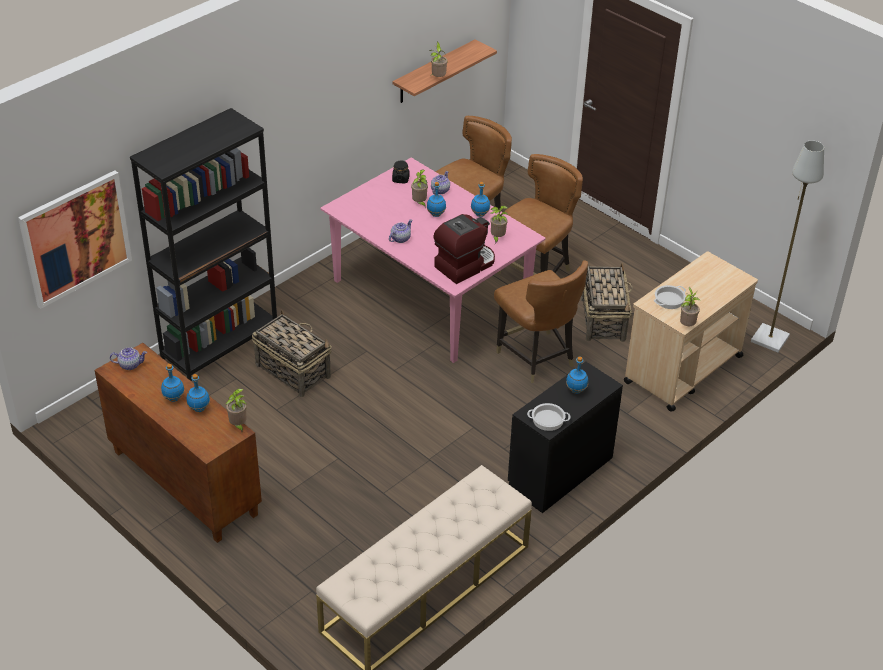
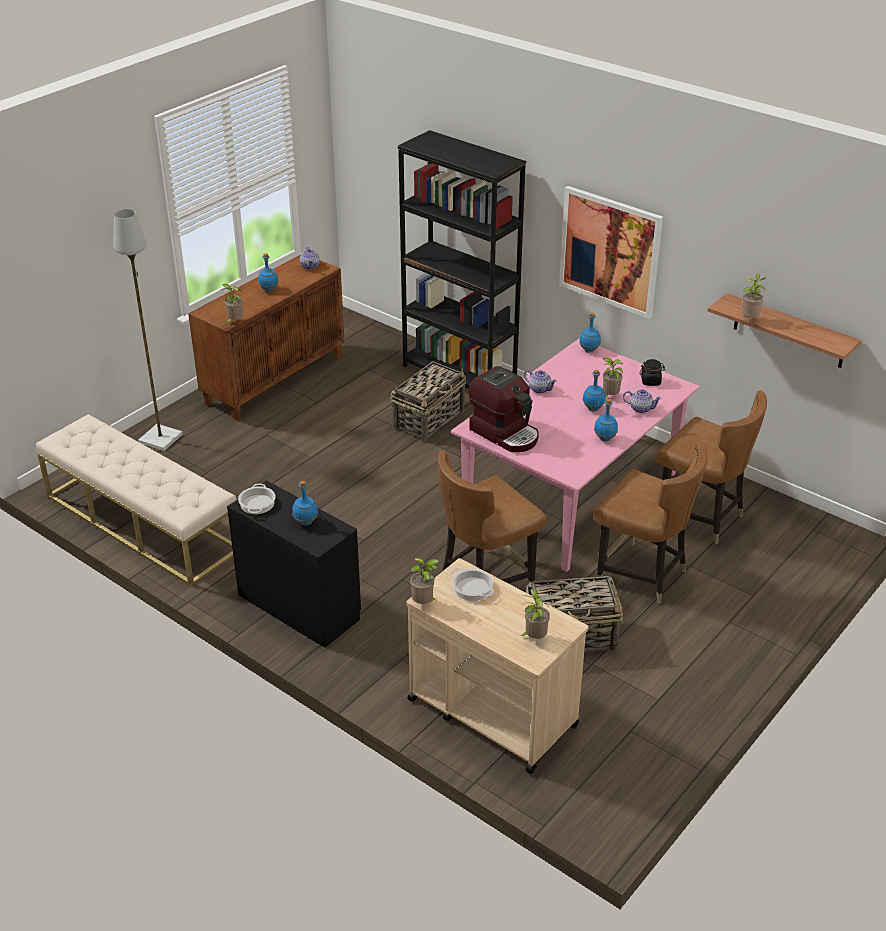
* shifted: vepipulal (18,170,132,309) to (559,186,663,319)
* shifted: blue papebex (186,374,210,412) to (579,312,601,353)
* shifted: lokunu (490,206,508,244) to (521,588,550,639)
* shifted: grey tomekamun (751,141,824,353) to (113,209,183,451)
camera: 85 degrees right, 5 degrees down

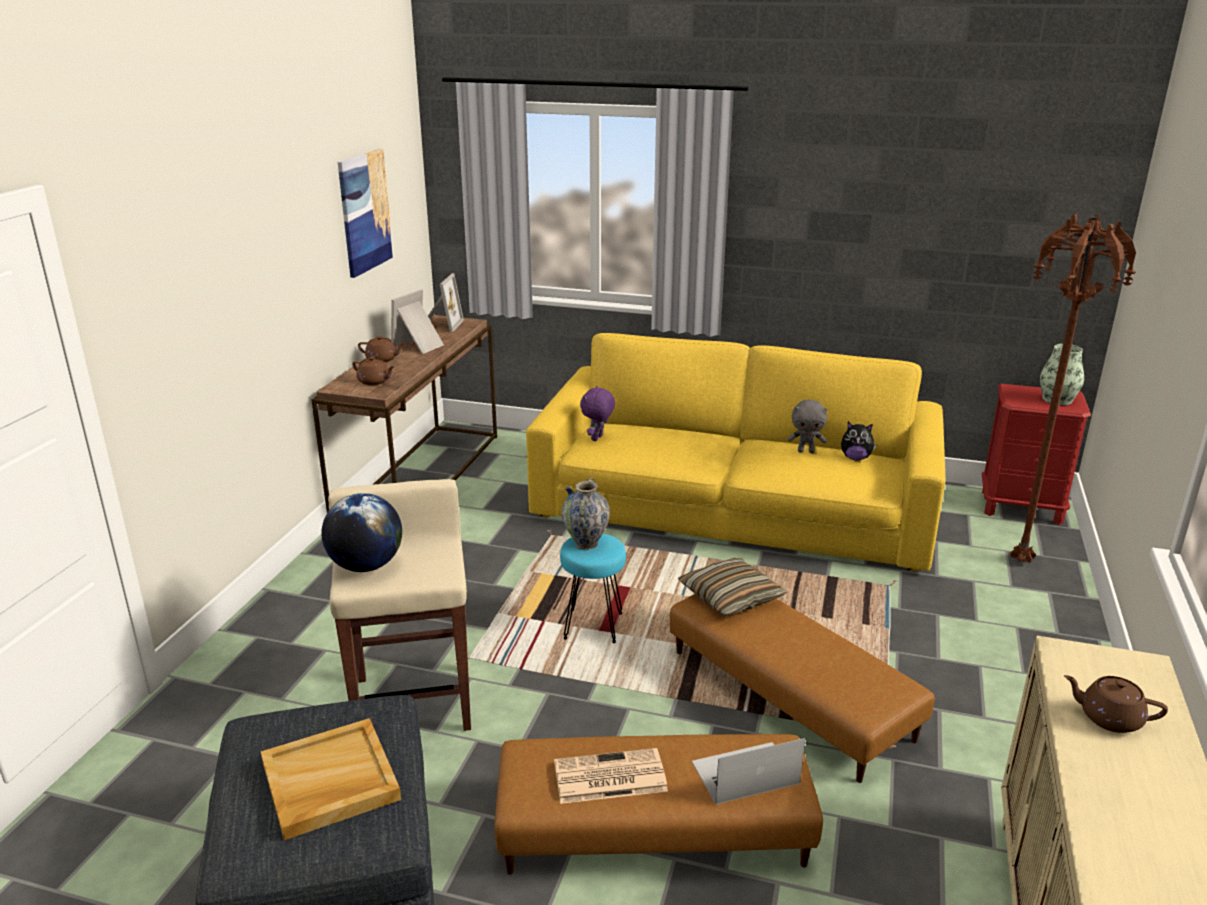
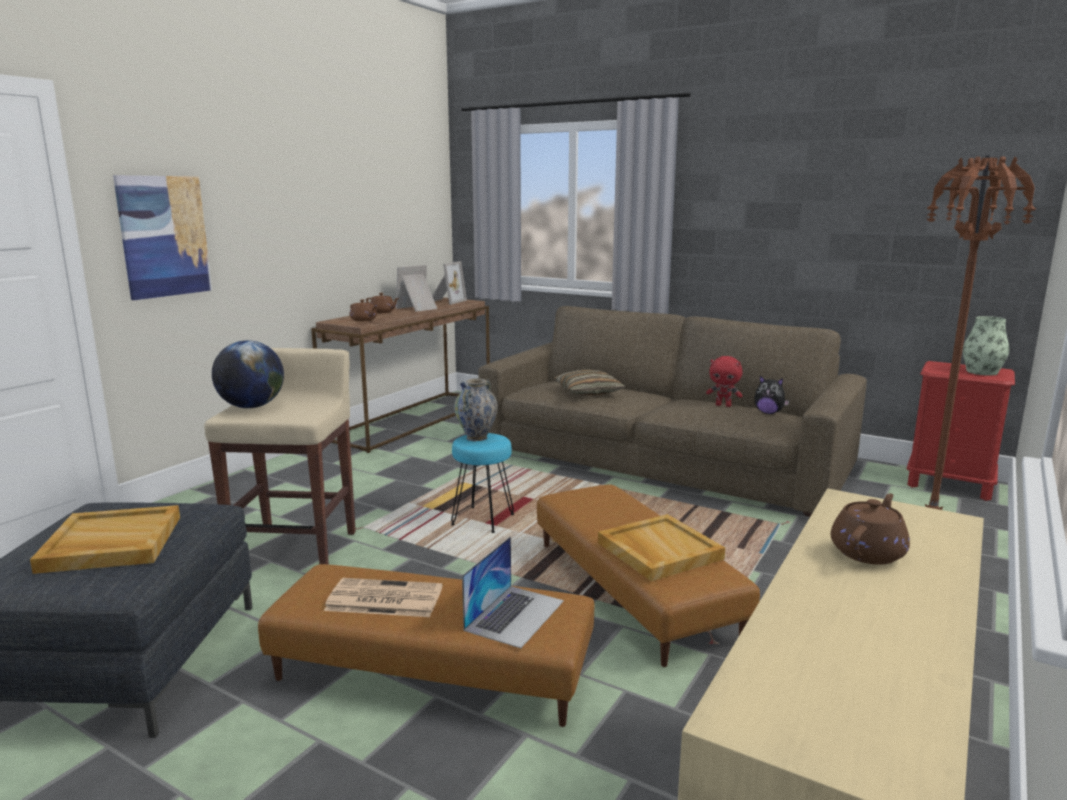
* shifted: vepipulal (338,149,394,278) to (113,175,212,300)
* repainted: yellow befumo (526,333,945,572) to brown befumo (478,306,867,517)
* gone: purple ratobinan (580,386,615,441)
* shifted: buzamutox (678,558,788,617) to (554,370,626,396)
* rotated: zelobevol (692,738,805,804) = (462,536,564,648) 120 degrees clockwise
* repainted: grey ratobinan (788,399,827,453) to red ratobinan (706,356,743,407)
* rotated: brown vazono (1064,675,1168,733) = (831,493,910,565) 90 degrees clockwise
* new: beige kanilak (598,514,725,581)
camera: 15 degrees right, 10 degrees down

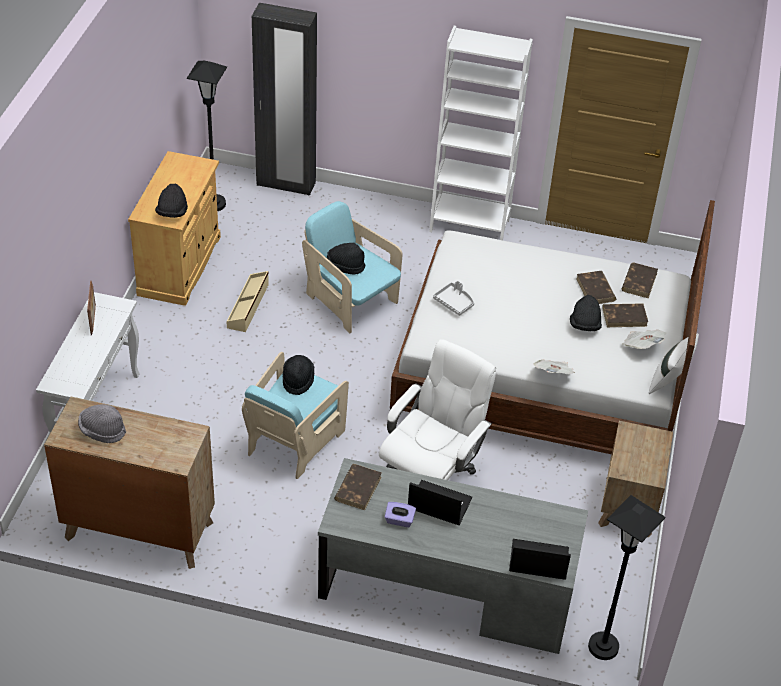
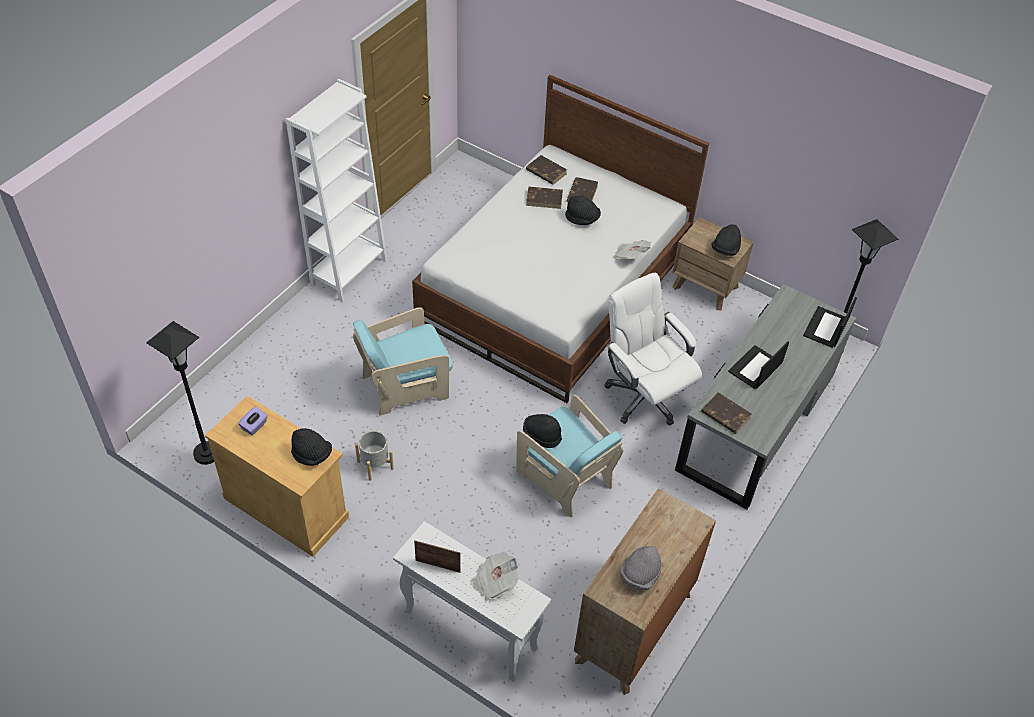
* swapped: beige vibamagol (226,271,269,332) to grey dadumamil (355,431,394,481)
* gone: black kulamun (252,3,317,196)
* shifted: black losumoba (327,243,365,274) to (712,224,741,256)
* shifted: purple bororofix (385,502,416,527) to (238,406,268,435)
* gone: grey kanilak (433,281,474,316)
* shifted: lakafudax (622,330,666,349) to (470,552,520,601)
* gone: white buzamutox (648,333,699,394)
camera: 70 degrees left, 5 degrees up

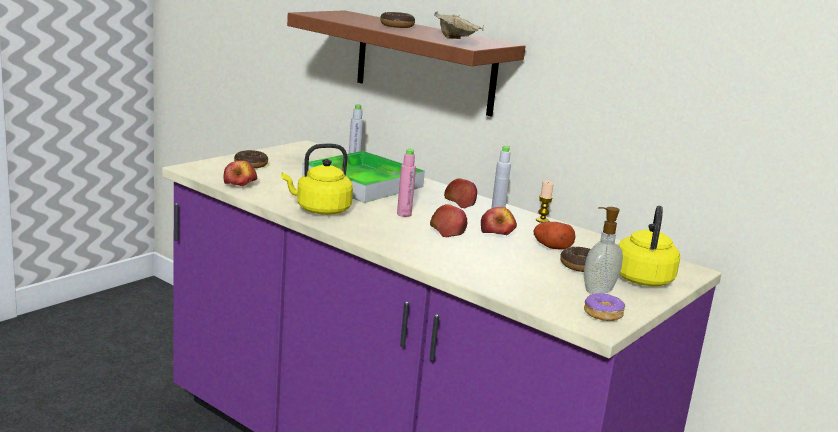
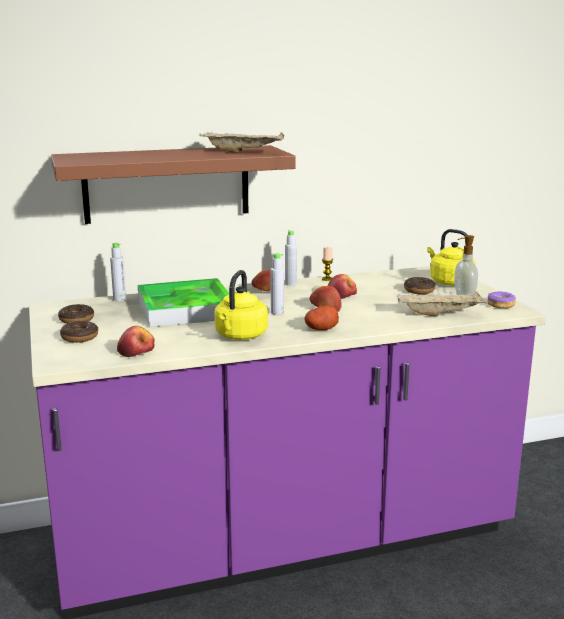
* shifted: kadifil (380,12,415,28) to (58,304,94,324)
* repainted: pink papebex (397,149,416,217) to grey papebex (271,253,284,315)
* shifted: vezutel (533,222,576,250) to (304,305,339,330)
* new: beige kanilak (397,291,488,316)
camera: 55 degrees left, 0 degrees up

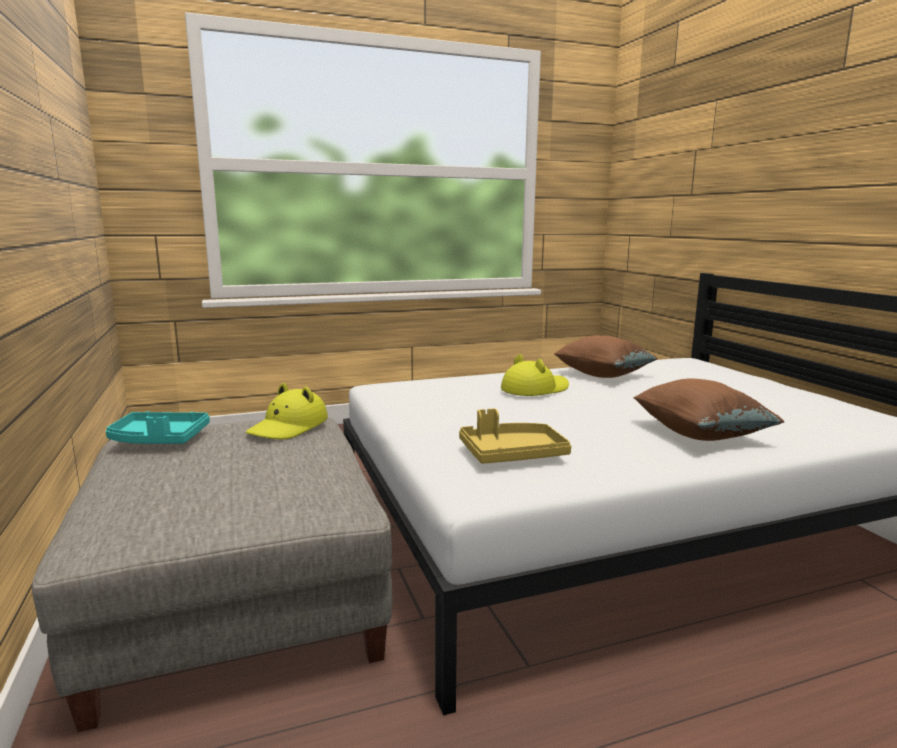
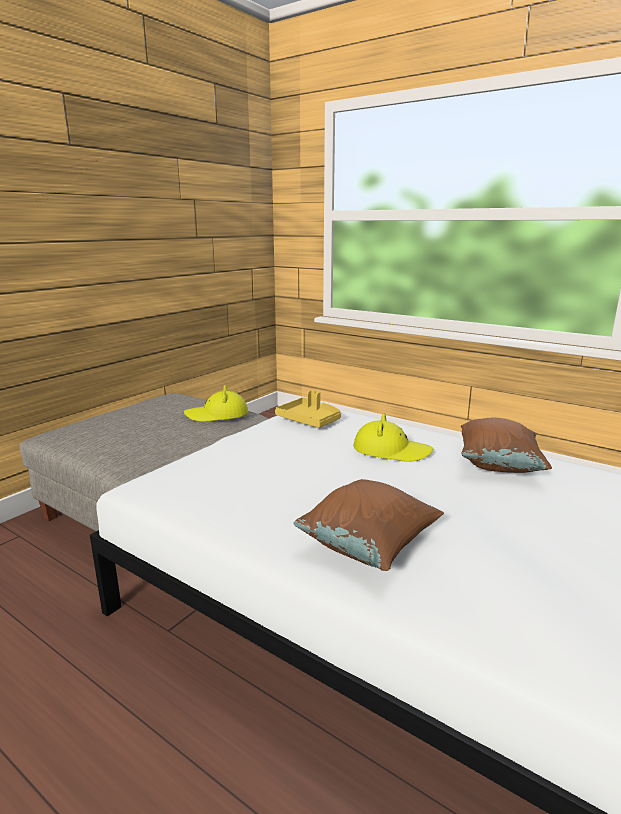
* gone: turquoise kanilak (106,412,210,444)
* shifted: yellow kanilak (459,408,571,464) to (275,390,341,428)
camera: 55 degrees right, 5 degrees up

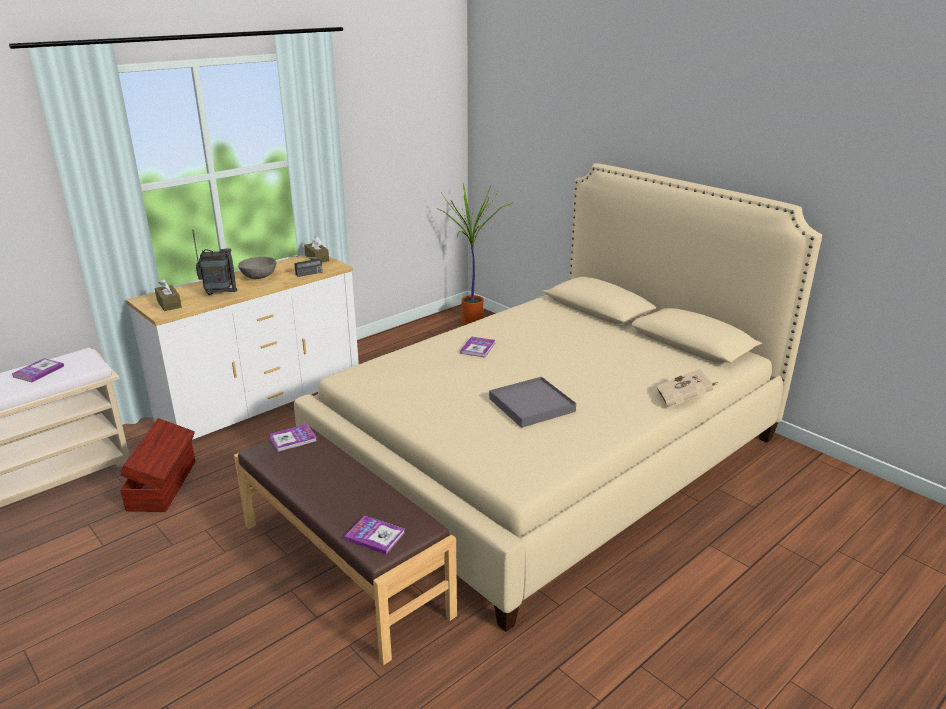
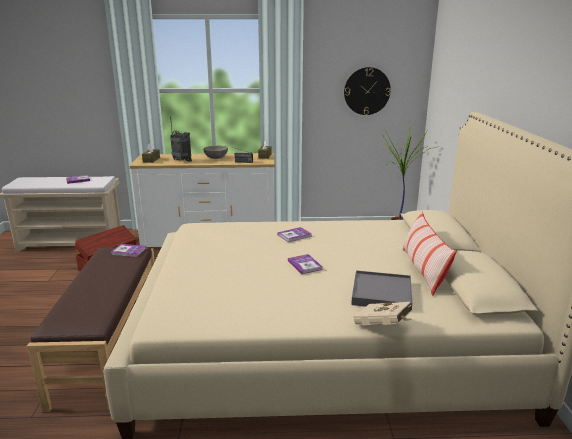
* shifted: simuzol (344,516,405,555) to (288,254,323,274)
* shifted: grey kanilak (489,377,576,428) to (351,270,412,307)
* new: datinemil (344,67,391,115)
* new: buzamutox (402,212,457,295)
camera: 40 degrees right, 5 degrees down

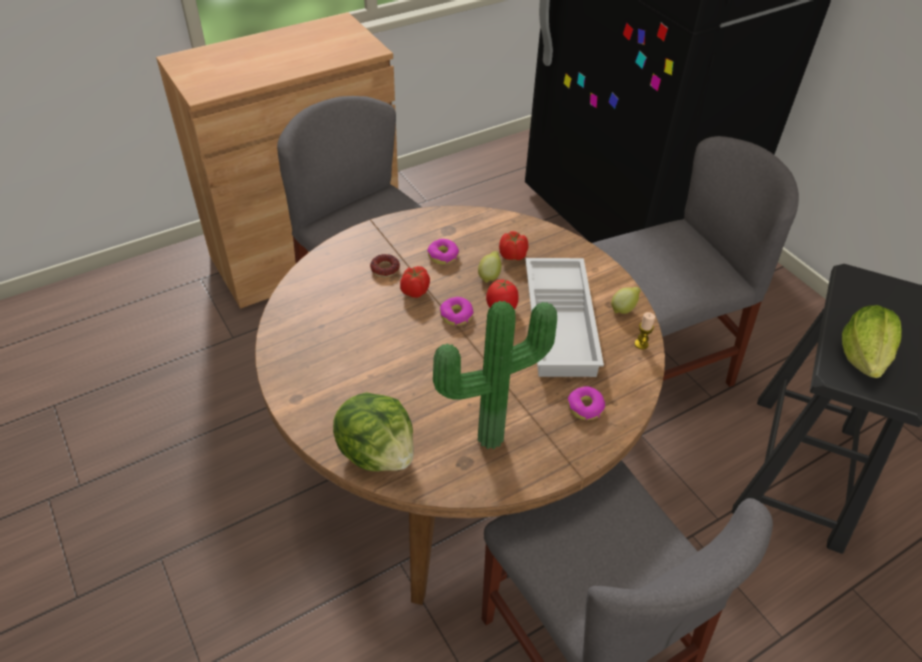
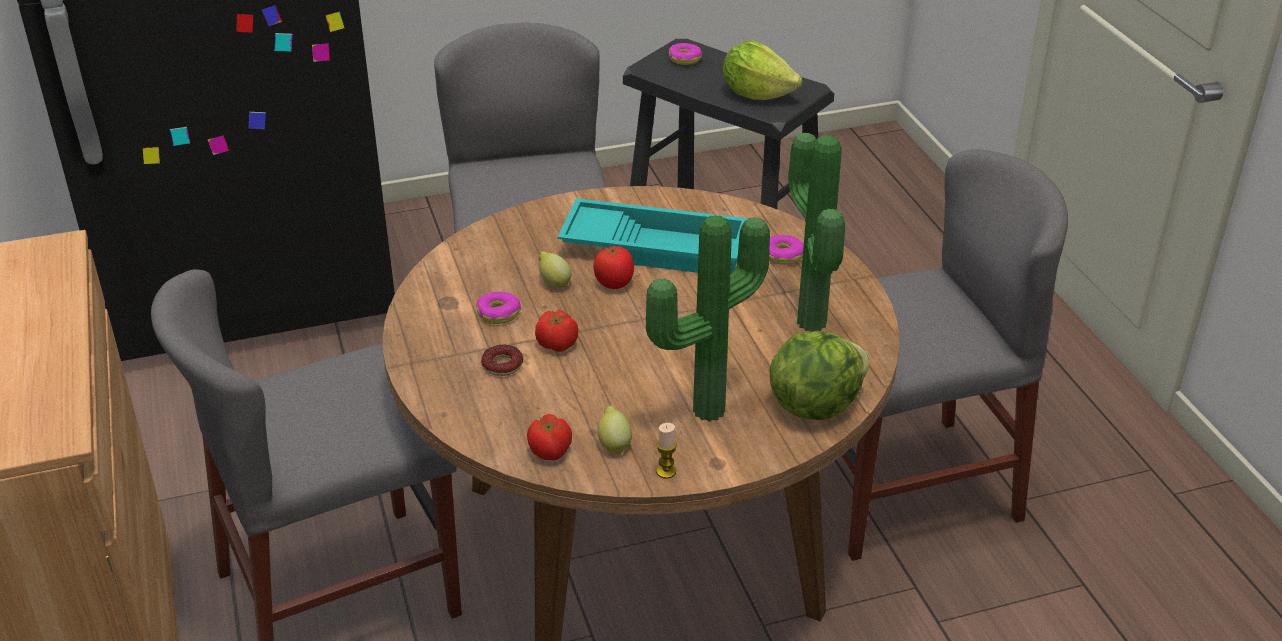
* shifted: kadifil (440,297,474,326) to (669,43,702,65)
* shifted: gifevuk (499,231,529,260) to (527,414,572,461)
* repainted: white kanilak (525,258,604,377) to turquoise kanilak (558,198,748,275)
* shifted: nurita (611,287,641,314) to (597,405,632,454)
* shifted: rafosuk (635,312,655,350) to (656,423,677,479)
* new: lokunu (646,215,770,422)
camera: 75 degrees left, 10 degrees down

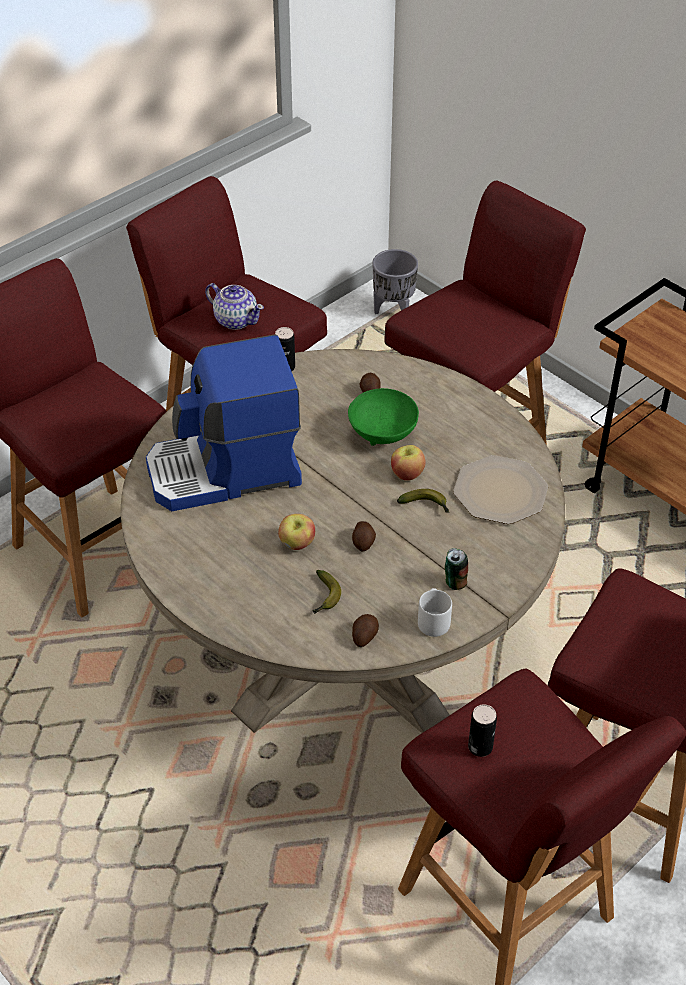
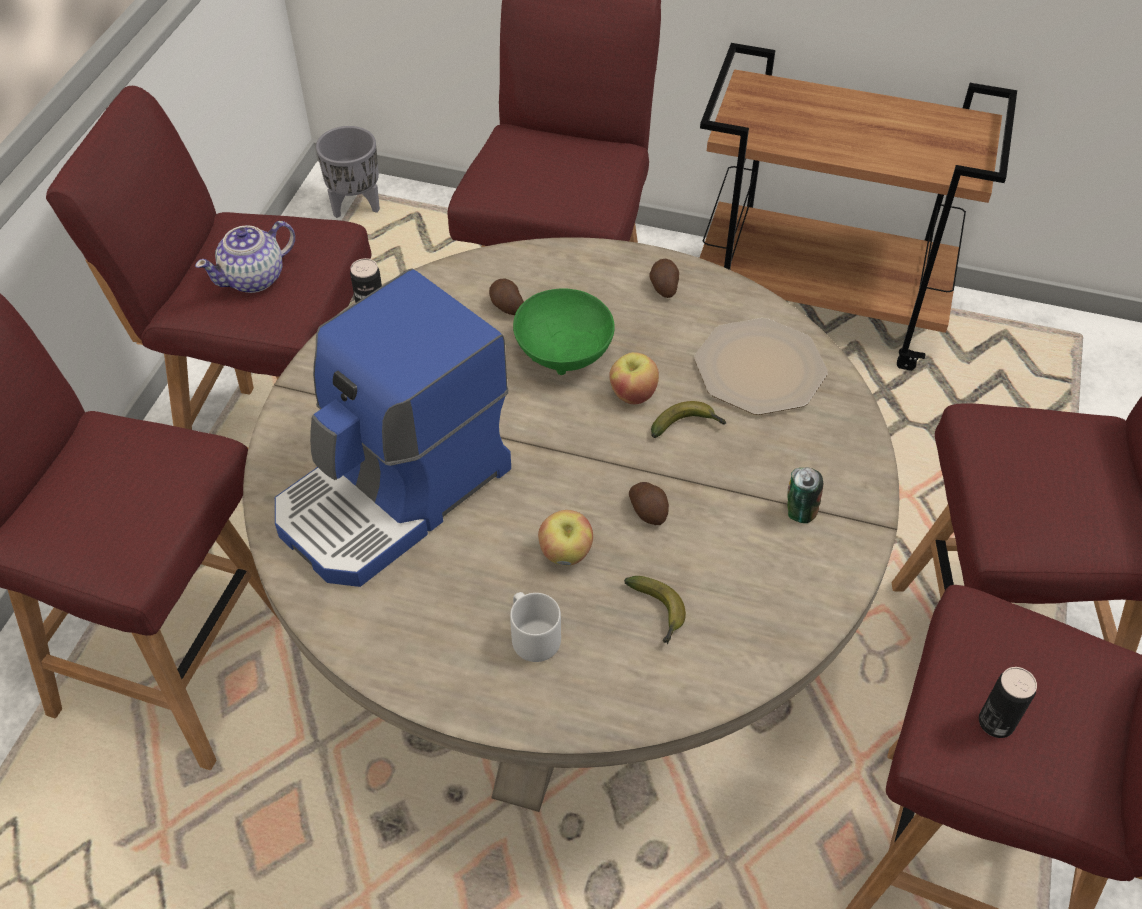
* rotated: vazono (205,283,264,330) = (195,221,295,293) 135 degrees clockwise
* shifted: vezutel (352,614,379,647) to (649,259,679,298)
* shifted: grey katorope (418,588,452,637) to (510,592,561,662)
camera: 30 degrees left, 5 degrees up

